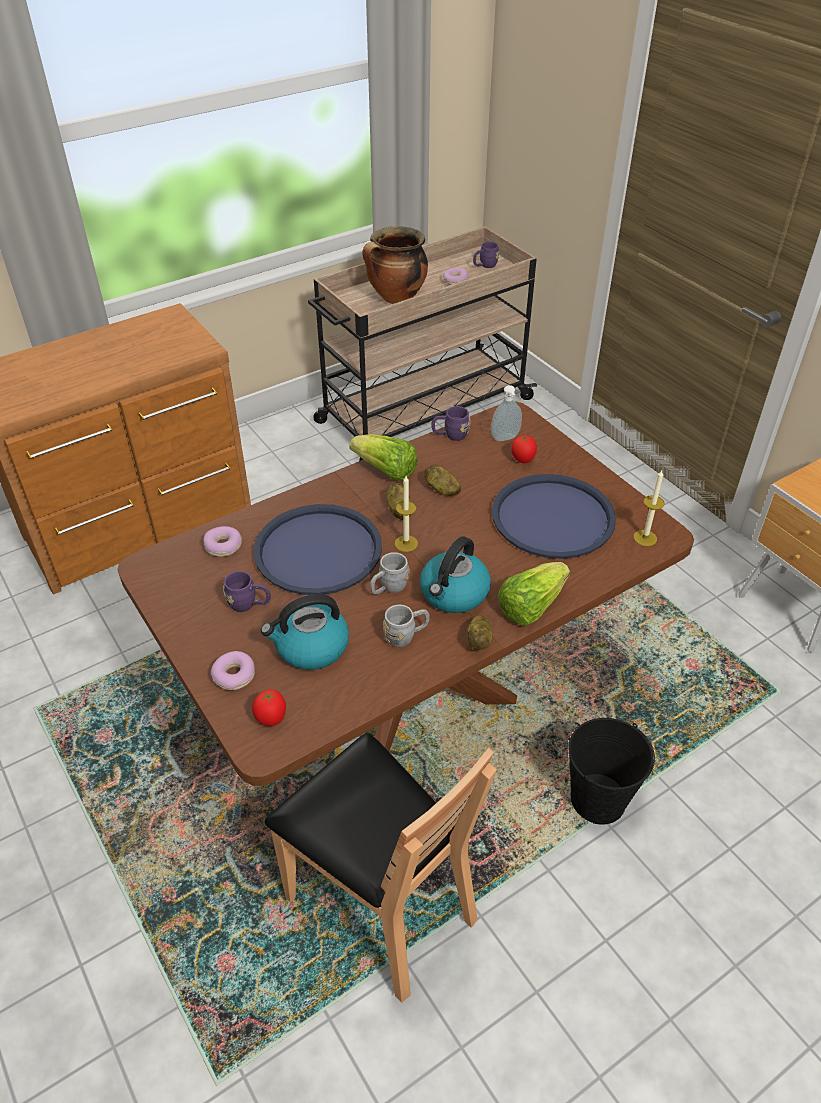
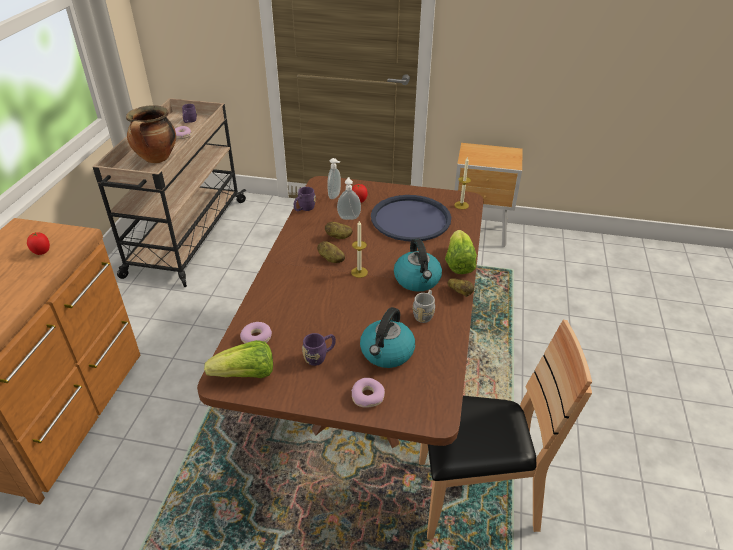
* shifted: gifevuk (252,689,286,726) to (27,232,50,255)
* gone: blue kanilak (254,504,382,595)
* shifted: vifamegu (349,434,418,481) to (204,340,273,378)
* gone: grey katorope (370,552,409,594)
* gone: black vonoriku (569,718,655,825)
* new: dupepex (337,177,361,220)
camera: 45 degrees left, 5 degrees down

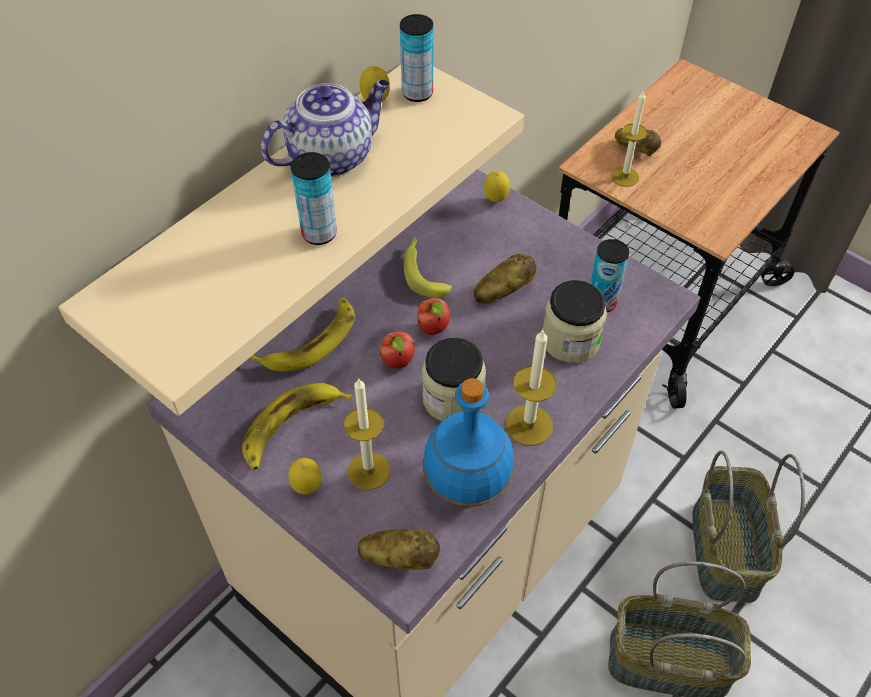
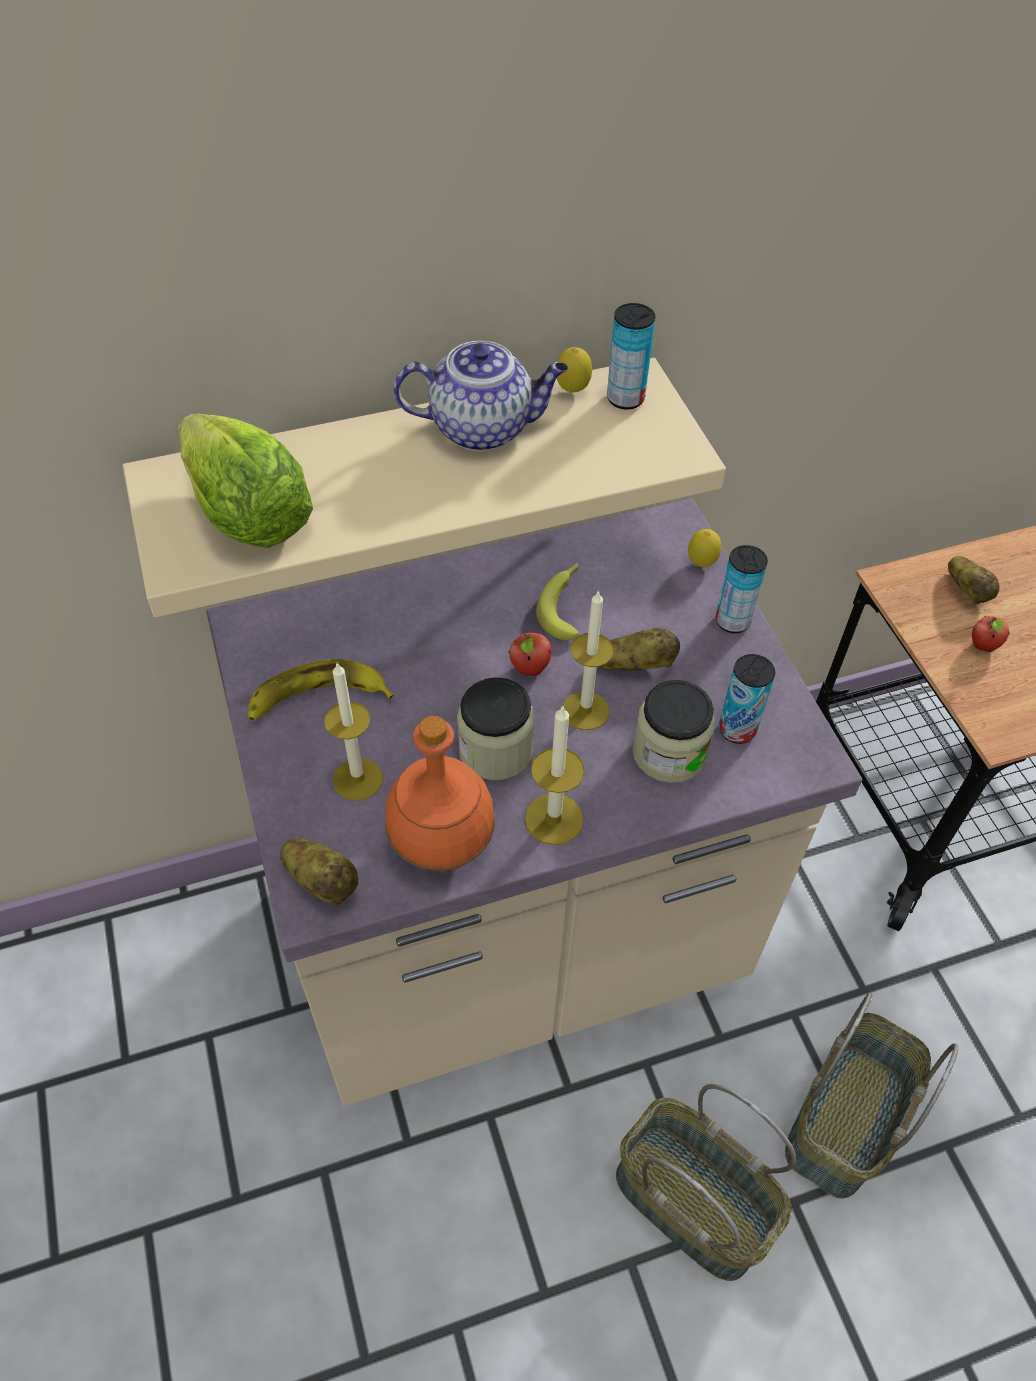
* gone: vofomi (250,297,355,372)
* gone: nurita (288,458,322,495)
* shifted: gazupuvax (291,152,337,245) to (716,545,768,633)
* shifted: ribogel (380,331,415,369) to (972,616,1010,652)
* repainted: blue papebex (423,378,514,508) to orange papebex (386,716,495,872)
* shifted: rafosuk (611,90,647,187) to (563,590,614,730)
* new: vifamegu (178,414,313,548)
camera: 30 degrees right, 0 degrees up

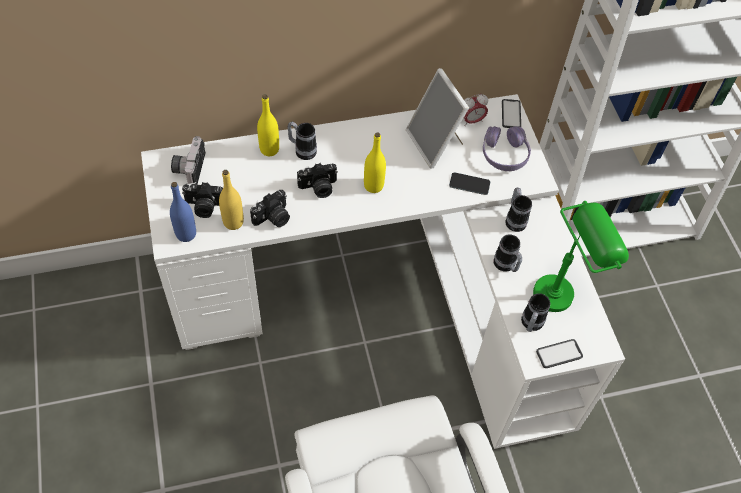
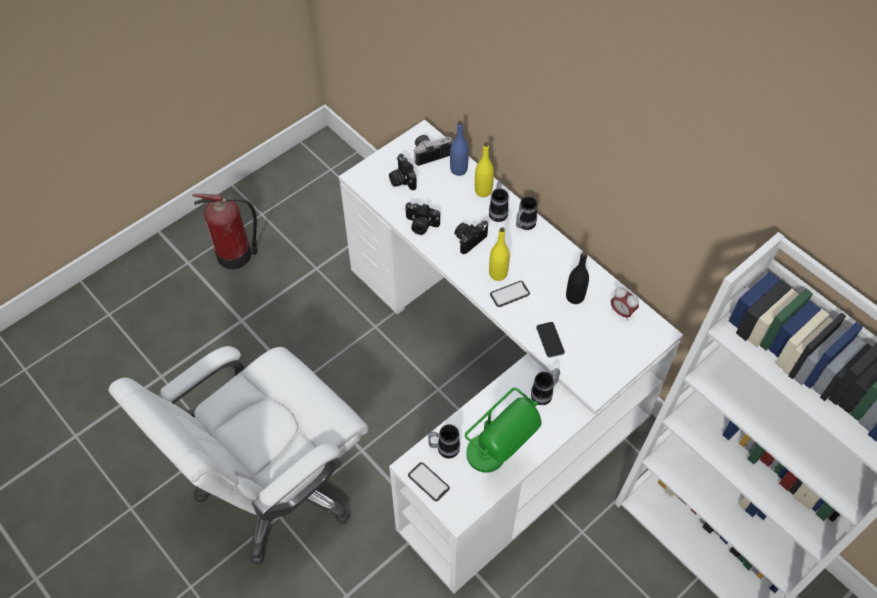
* shifted: blue papebex (170,182,196,242) to (450,121,469,176)
* gone: yellow papebex (219,170,244,230)
* rotated: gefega (297,163,338,198) = (455,220,488,254) 90 degrees clockwise
* swapped: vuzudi (406,68,469,169) to black papebex (566,251,589,304)
* gone: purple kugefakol (483,126,531,171)
* shifted: katorope (494,234,522,272) to (516,196,538,230)
* shifted: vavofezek (502,99,521,128) to (490,281,530,307)
* new: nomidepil (193,194,257,269)
camera: 65 degrees right, 0 degrees up

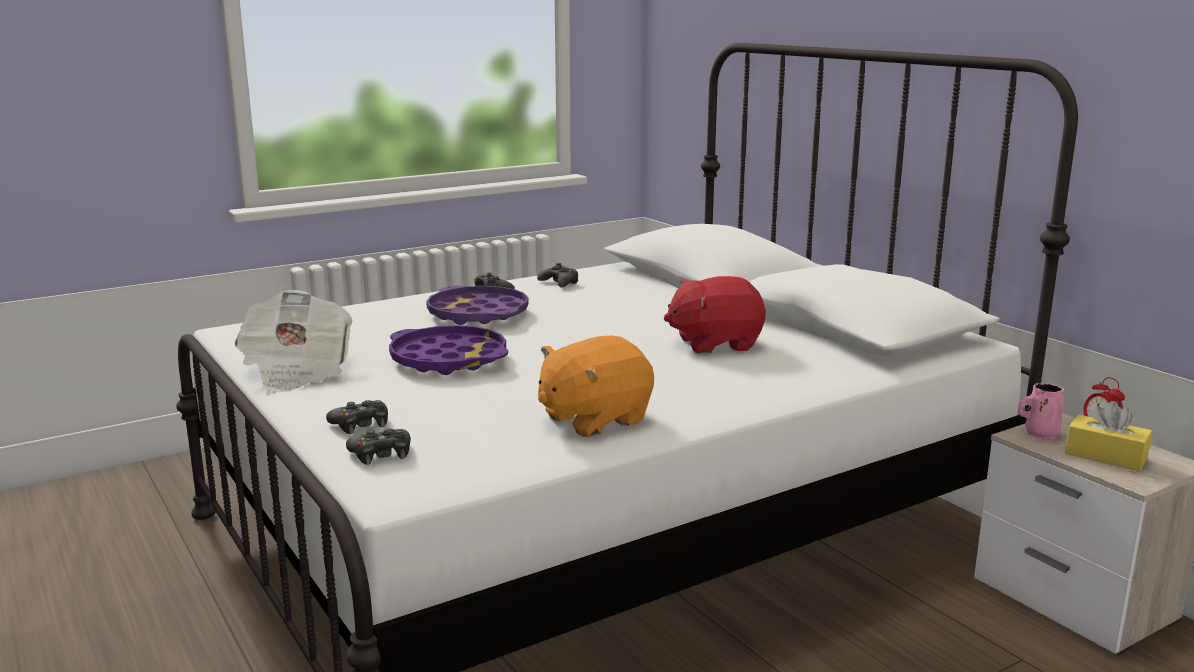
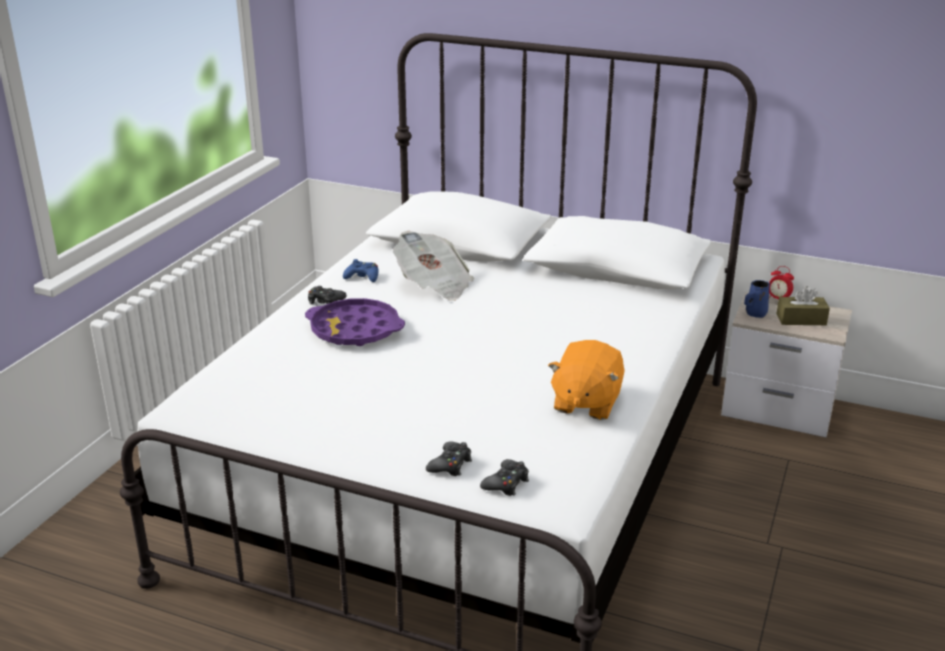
* shifted: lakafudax (235,290,353,393) to (393,231,474,301)
* gone: purple kanilak (389,325,508,375)
* repainted: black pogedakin (537,263,578,287) to blue pogedakin (343,259,379,282)
* gone: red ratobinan (664,276,766,354)
* repainted: pink katorope (1018,383,1064,440) to blue katorope (744,280,770,318)
* repainted: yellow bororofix (1065,401,1152,471) to brown bororofix (776,286,830,325)
camera: 35 degrees left, 10 degrees up

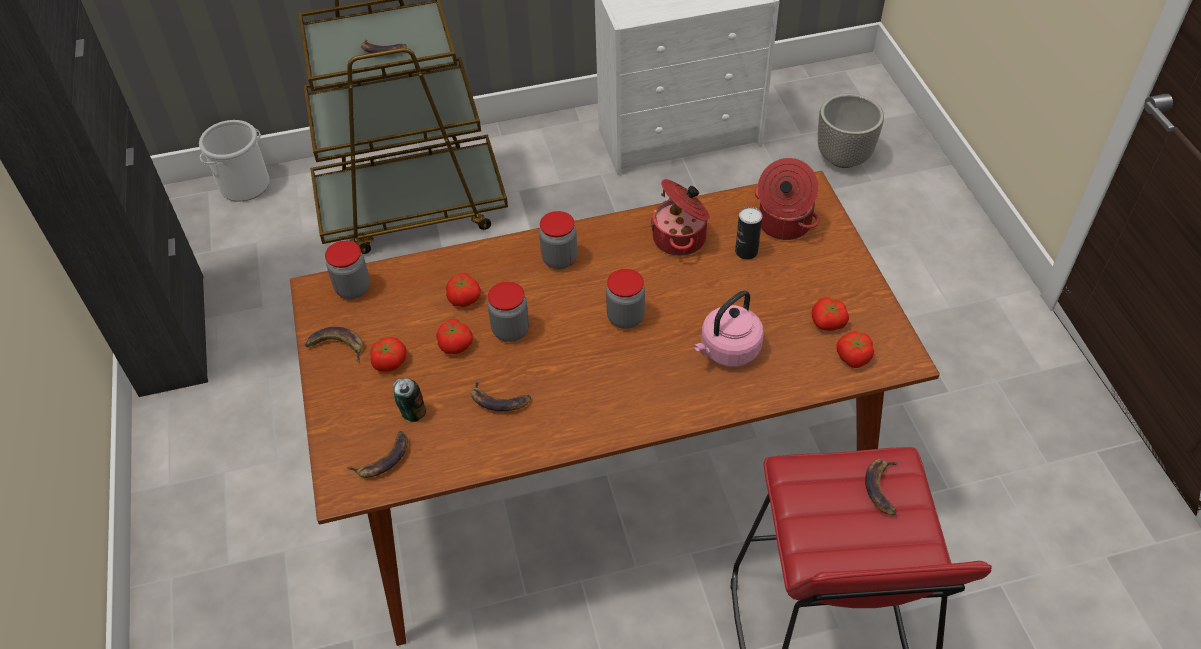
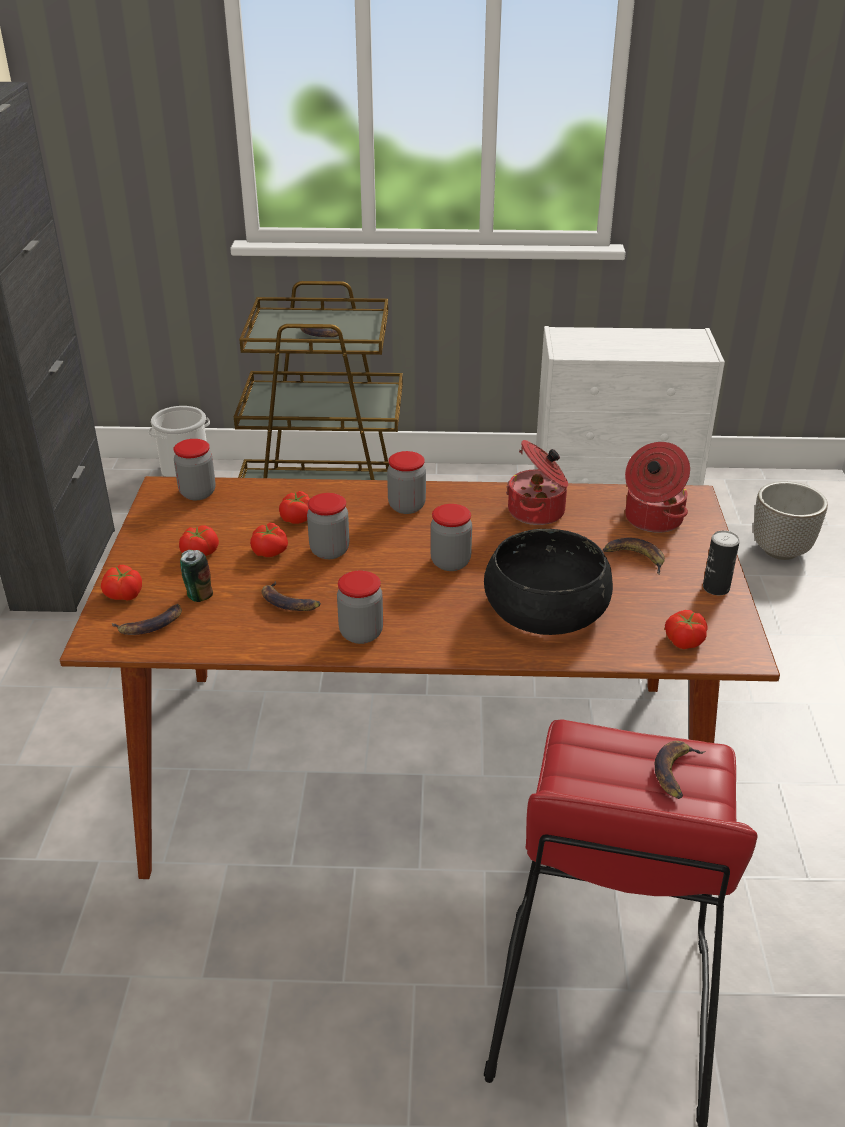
* shifted: vofomi (305,327,363,363) to (603,538,665,575)
* swapped: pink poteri (693,290,764,367) to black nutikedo (484,529,613,635)
* shifted: gazupuvax (735,207,763,260) to (703,530,740,595)
* shifted: gifevuk (812,298,849,331) to (101,565,142,600)
* new: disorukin (337,570,383,644)
camera: 15 degrees right, 15 degrees down

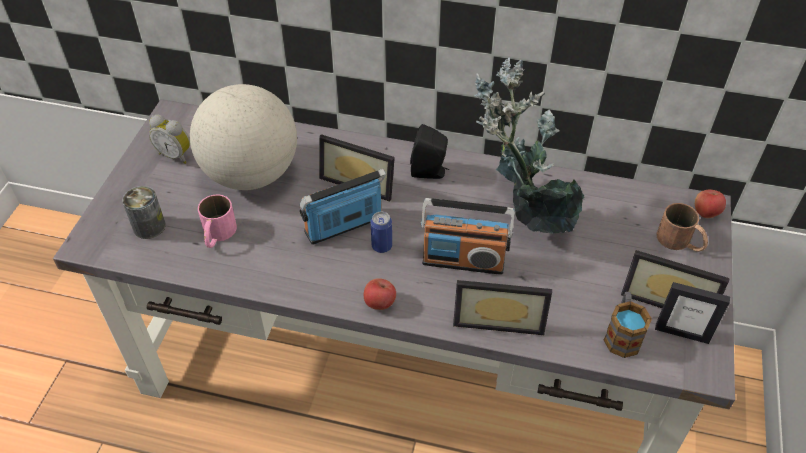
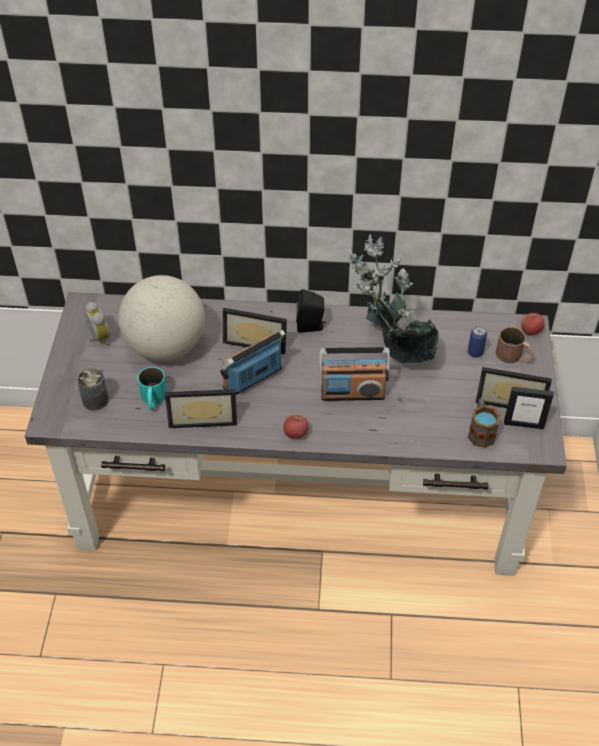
* rotated: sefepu (149,115,190,164) = (85,302,110,346) 135 degrees counterclockwise
* repainted: pink katorope (198,194,237,248) to turquoise katorope (138,367,167,410)
* shifted: gazupuvax (371,211,392,253) to (468,325,487,358)
* shifted: vuzudi (453,280,552,335) to (165,389,237,428)
camera: 10 degrees left, 0 degrees up

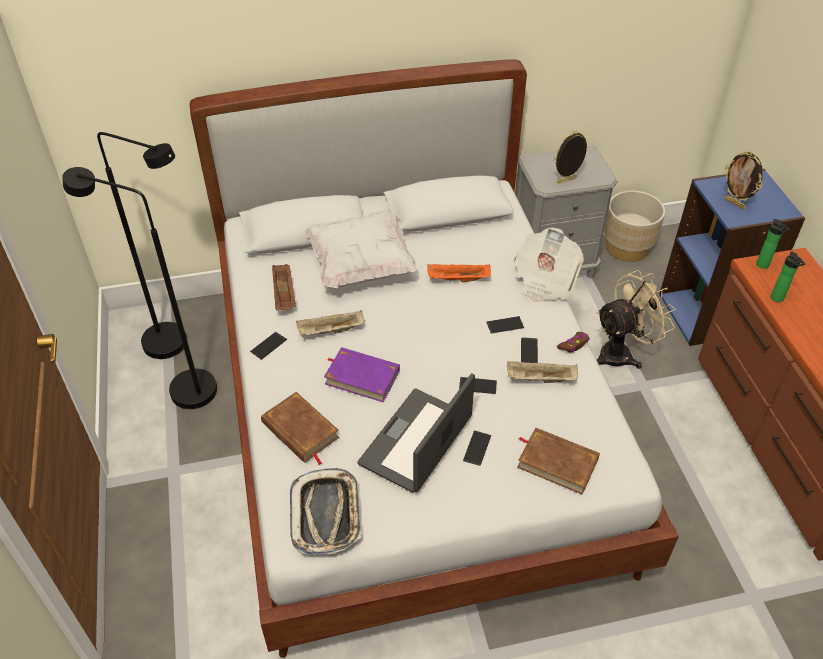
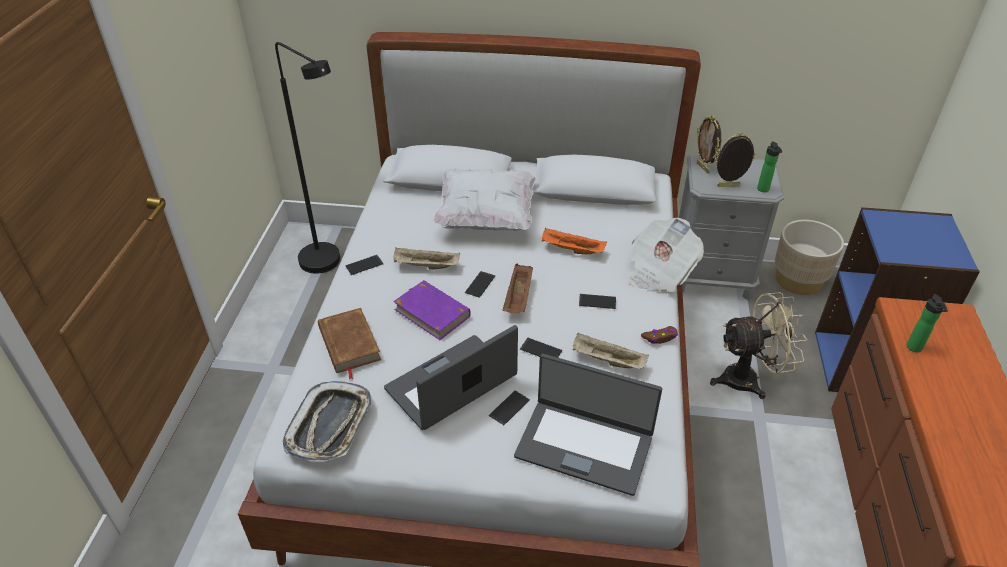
* gone: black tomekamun (62,167,217,409)
* shifted: brown kanilak (272,264,296,311) to (503,264,533,313)
* swapped: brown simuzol (517,427,600,495) to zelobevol (514,354,662,496)
* shifted: vavofezek (521,337,538,363) to (465,271,495,298)
* shifted: vuzudi (724,151,763,209) to (697,115,721,174)
* shifted: papebex (756,219,790,269) to (757,141,782,192)
camera: 20 degrees right, 5 degrees down

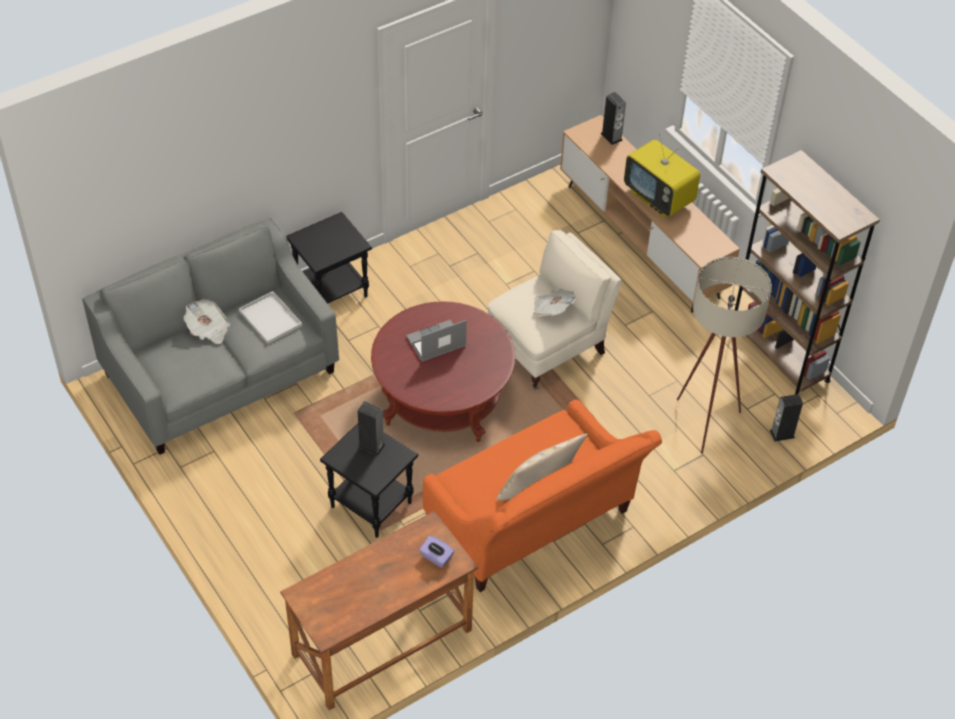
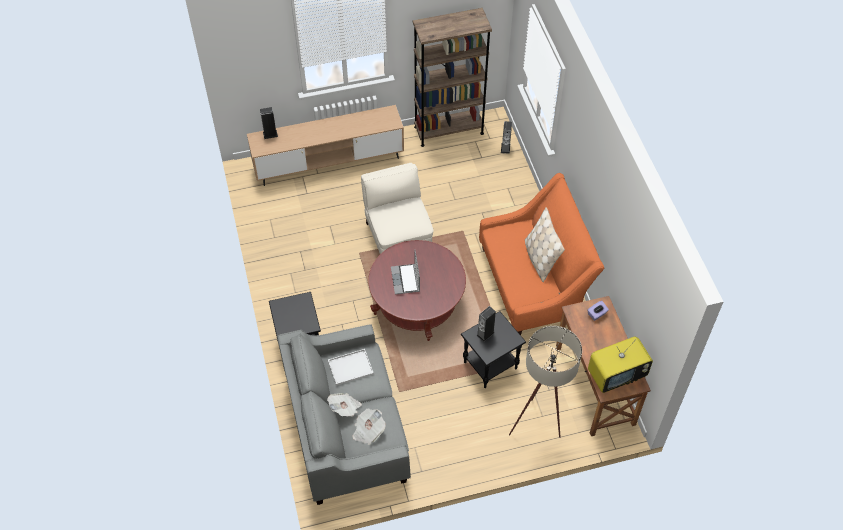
* shifted: lakafudax (533,289,576,316) to (352,409,386,445)
* shifted: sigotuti (624,133,700,218) to (588,337,653,393)
* shifted: beige tomekamun (677,257,772,454) to (509,326,582,438)
camera: 70 degrees left, 5 degrees up

